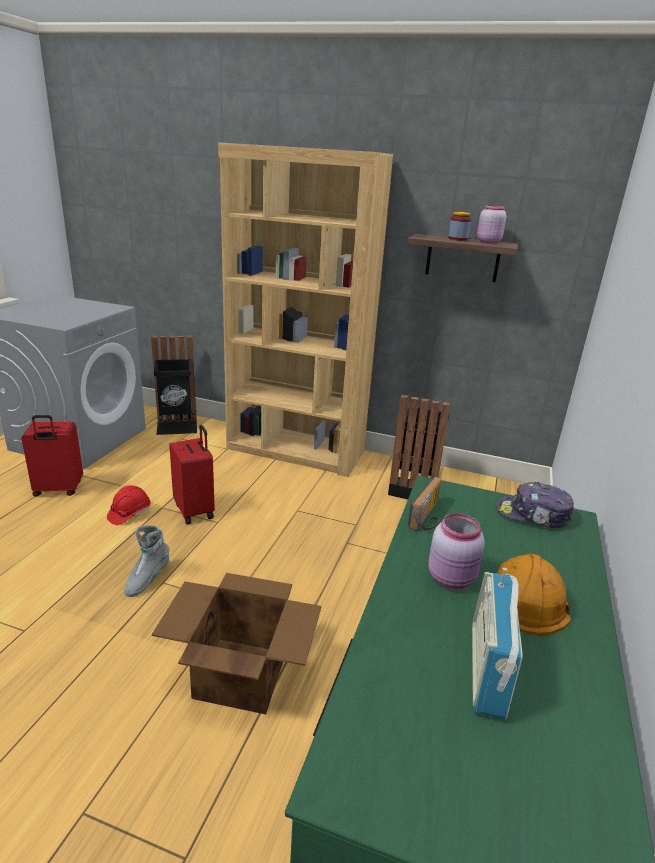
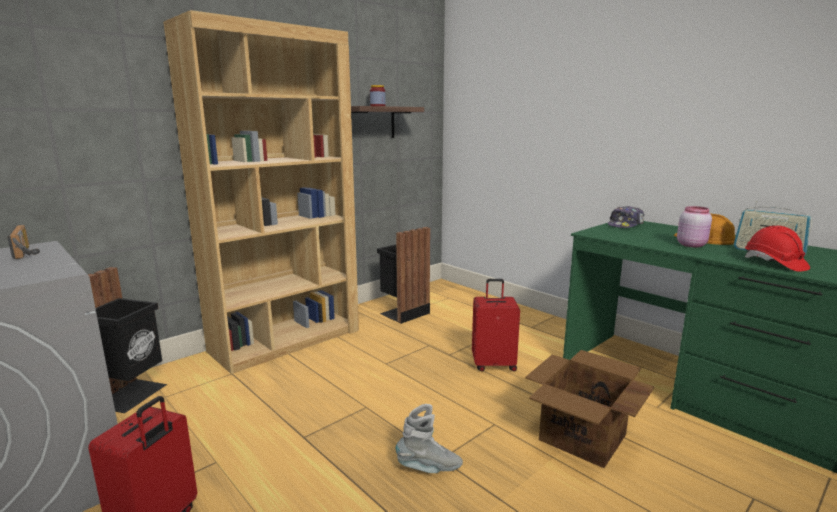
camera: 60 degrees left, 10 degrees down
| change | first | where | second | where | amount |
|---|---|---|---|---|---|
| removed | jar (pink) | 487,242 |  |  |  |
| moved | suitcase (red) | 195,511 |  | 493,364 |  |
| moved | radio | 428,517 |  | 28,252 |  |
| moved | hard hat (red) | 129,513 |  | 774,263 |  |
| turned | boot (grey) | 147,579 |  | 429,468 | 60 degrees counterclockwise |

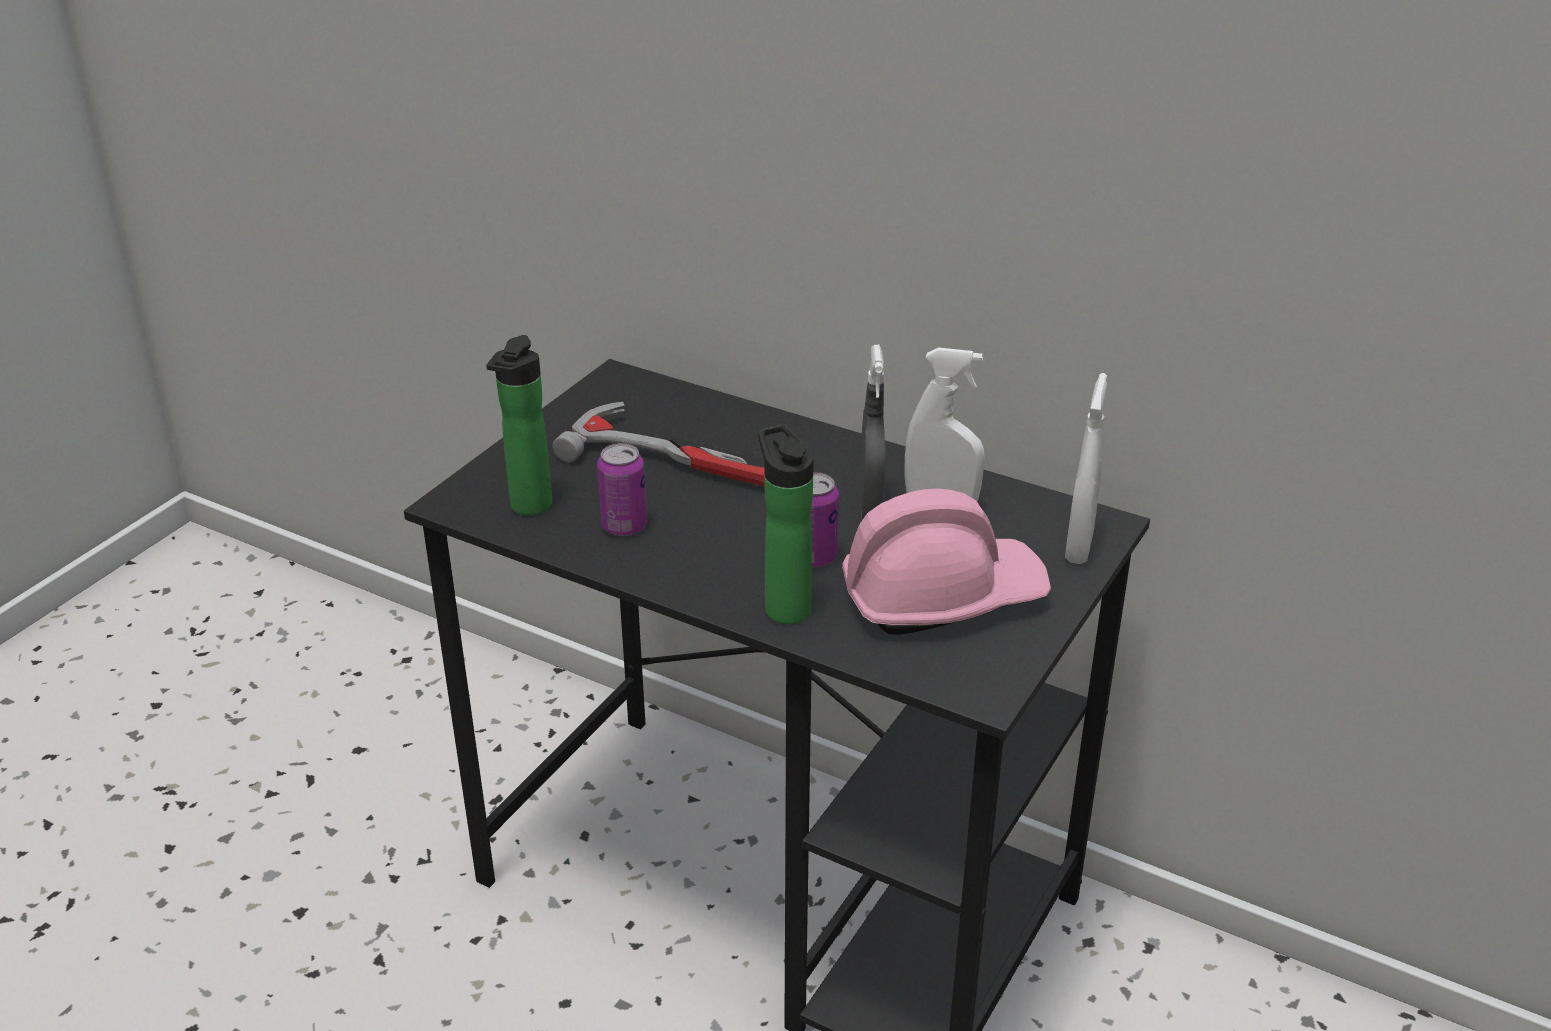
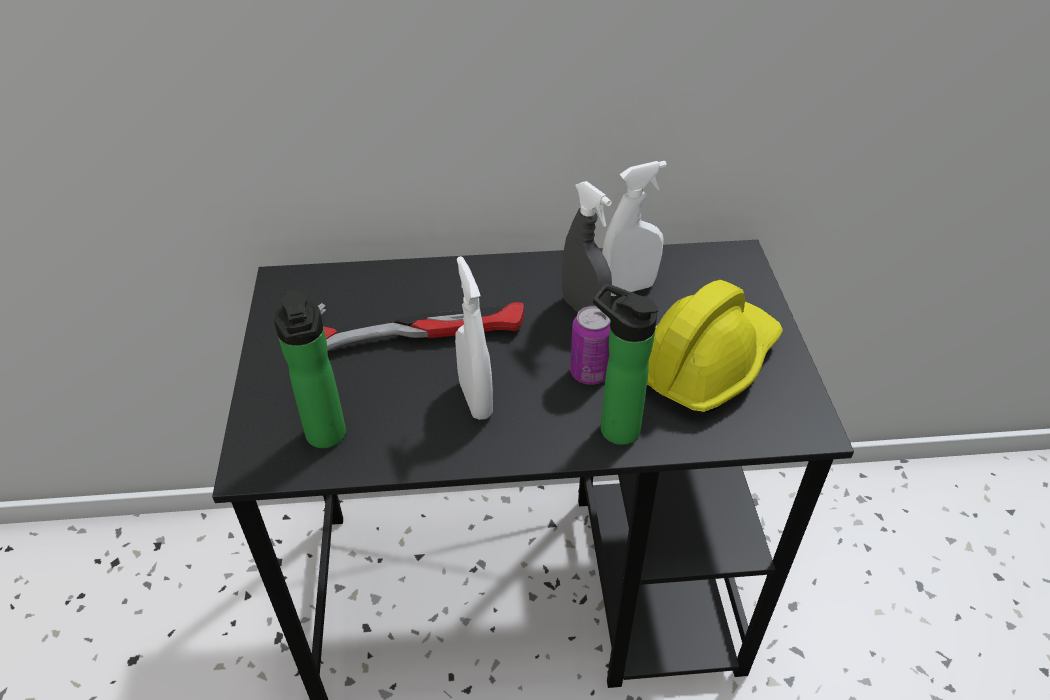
camera: 35 degrees left, 10 degrees up
| change | first | where | second | where | amount |
|---|---|---|---|---|---|
| moved | spray bottle (white) | 1079,546 |  | 475,399 |  |
| removed | can | 624,526 |  |  |  |
| recoloured | hard hat (pink) | 942,596 | hard hat (yellow) | 705,362 |  |

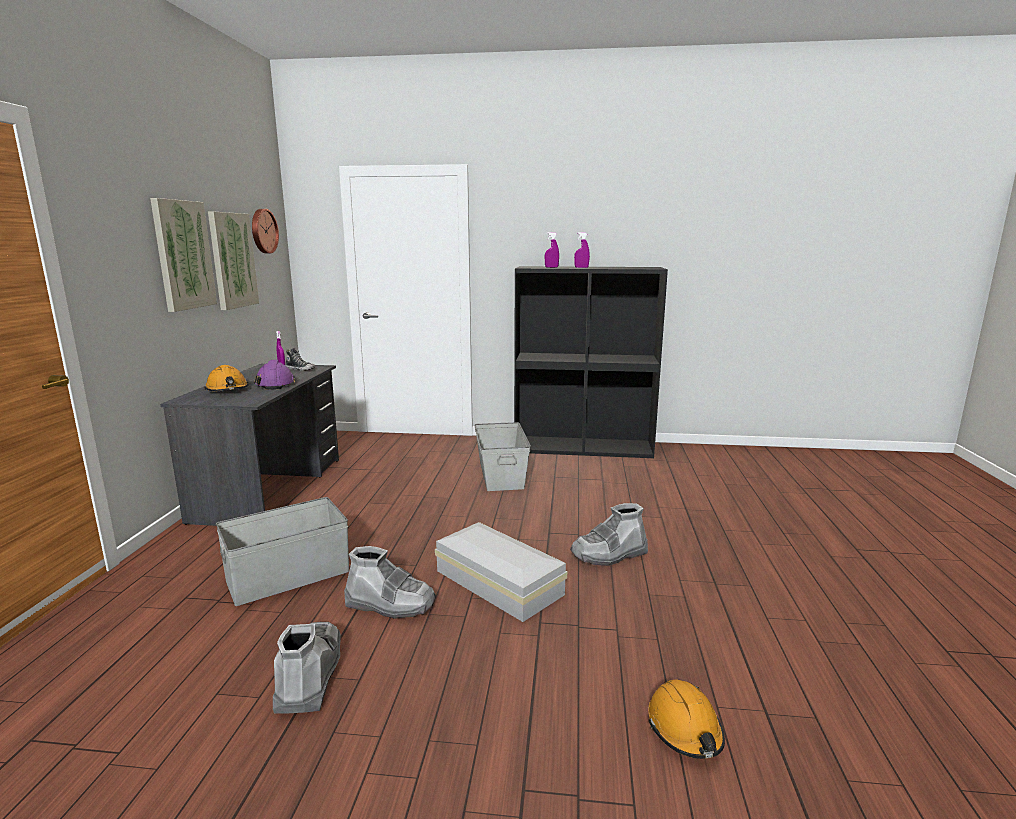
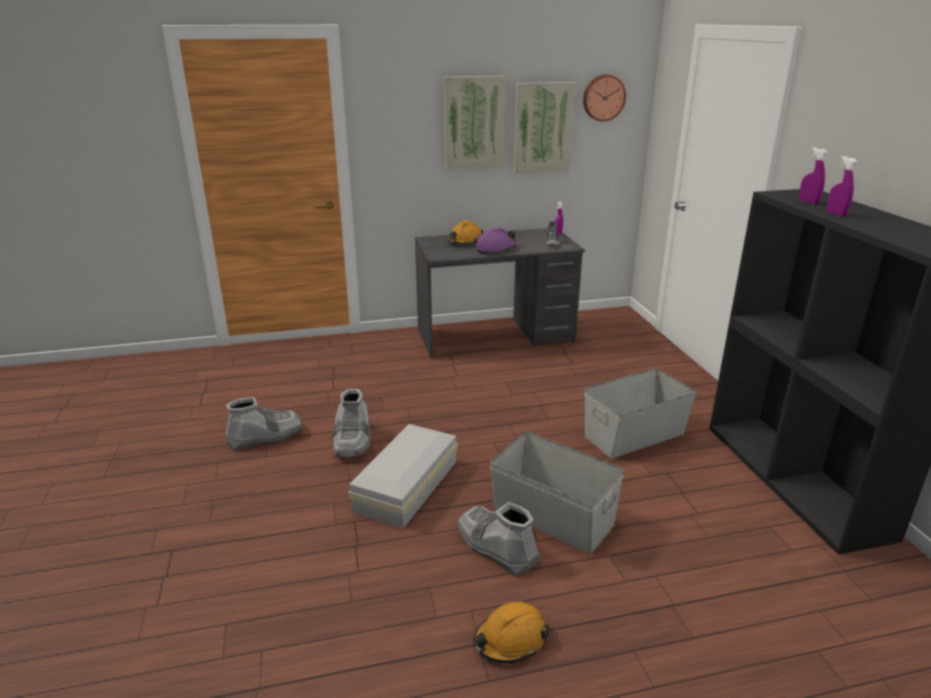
camera: 70 degrees right, 10 degrees up
| change | first | where | second | where | amount |
|---|---|---|---|---|---|
| moved | storage box (grey) | 289,576 |  | 553,517 |  |
| moved | hard hat (orange) | 685,729 |  | 510,640 |  |

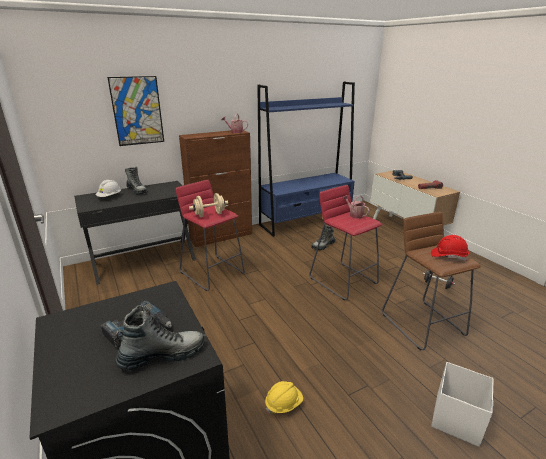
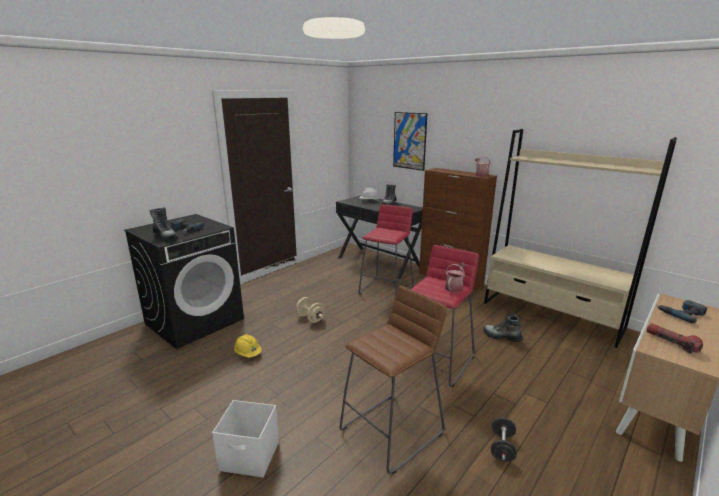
camera: 70 degrees right, 5 degrees down
| change | first | where | second | where | amount |
|---|---|---|---|---|---|
| recoloured | bookcase (blue) | 306,221 | bookcase (beige) | 551,316 |  |
| moved | dumbbell (beige) | 209,214 |  | 310,318 |  |
| removed | hard hat (red) | 448,256 |  |  |  |

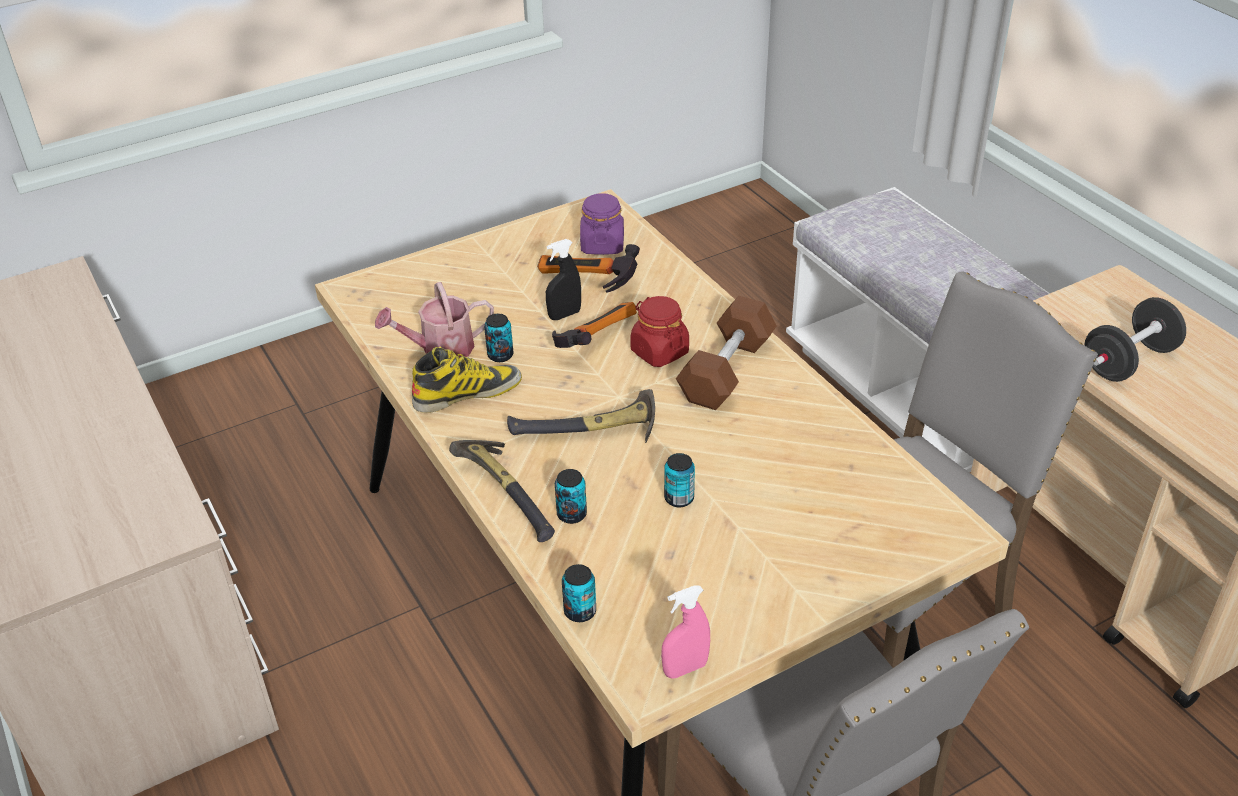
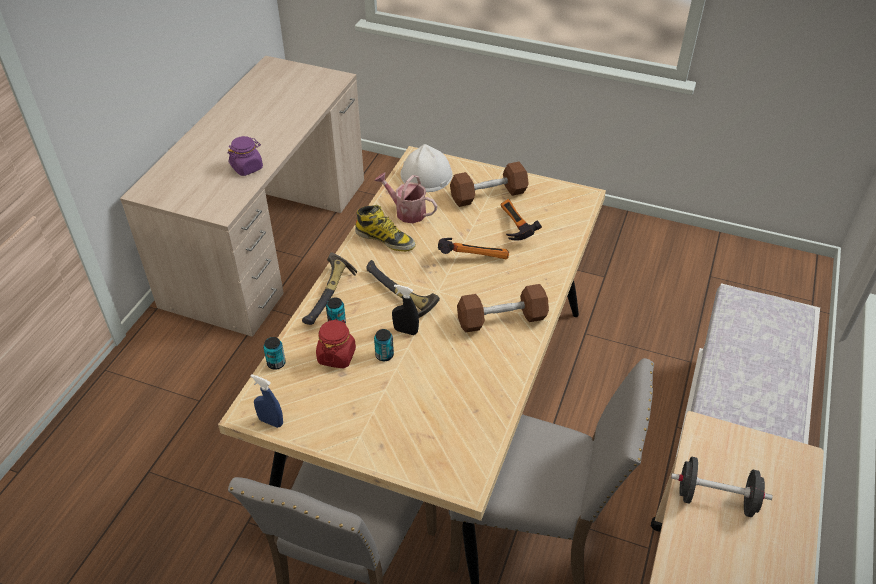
camera: 50 degrees right, 5 degrees up
| change | first | where | second | where | amount |
|---|---|---|---|---|---|
| moved | jar (purple) | 602,245 |  | 247,167 |  |
| moved | spray bottle (black) | 564,315 |  | 405,331 |  |
| moved | jar (red) | 659,352 |  | 336,356 |  |
| removed | can | 500,355 |  |  |  |
| recoloured | spray bottle (pink) | 685,669 | spray bottle (blue) | 271,421 |  |
| added |  |  | hard hat (white) | 426,175 |  |
| added |  |  | dumbbell (brown) | 488,195 |  |

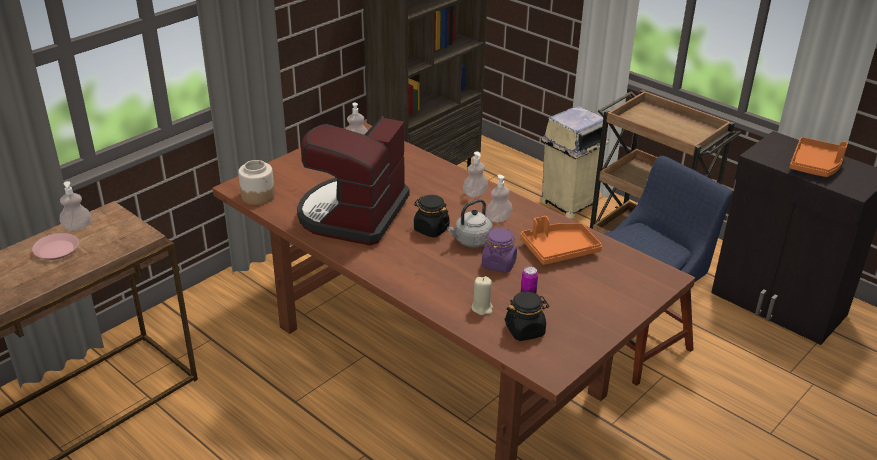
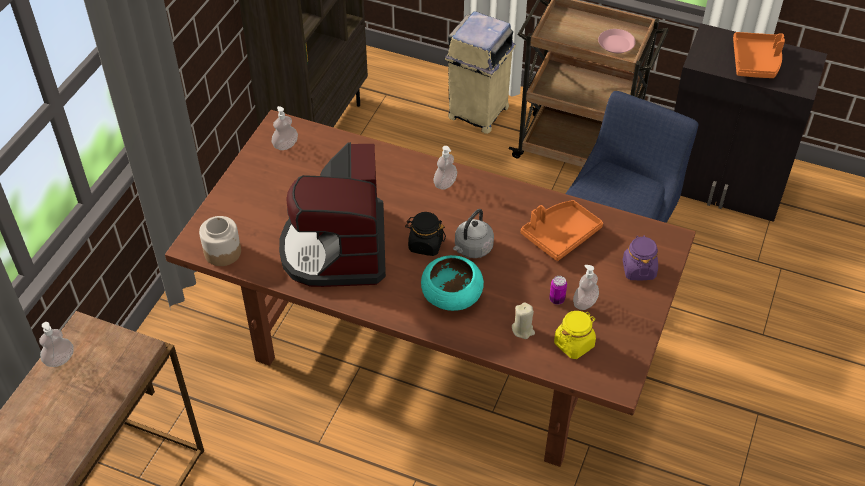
camera: 20 degrees left, 15 degrees up
| change | first | where | second | where | amount |
|---|---|---|---|---|---|
| moved | soap dispenser | 498,218 |  | 584,303 |  |
| moved | jar (purple) | 498,264 |  | 638,269 |  |
| moved | plate (pink) | 56,250 |  | 616,44 |  |
| recoloured | jar (black) | 525,330 | jar (yellow) | 574,344 |  |
| added |  |  | bowl (turquoise) | 451,297 |  |

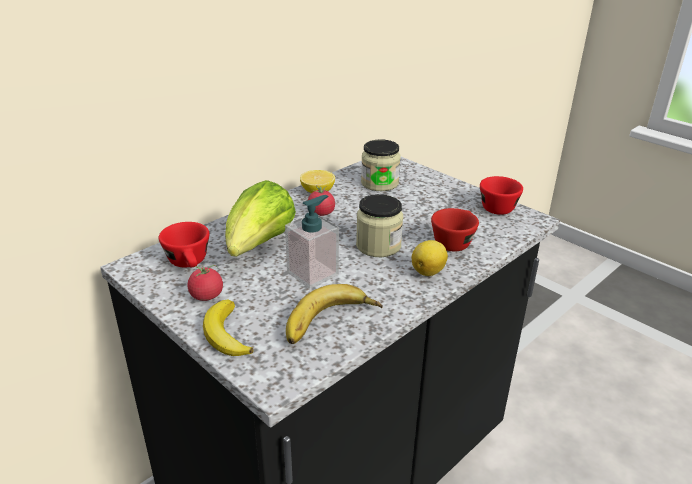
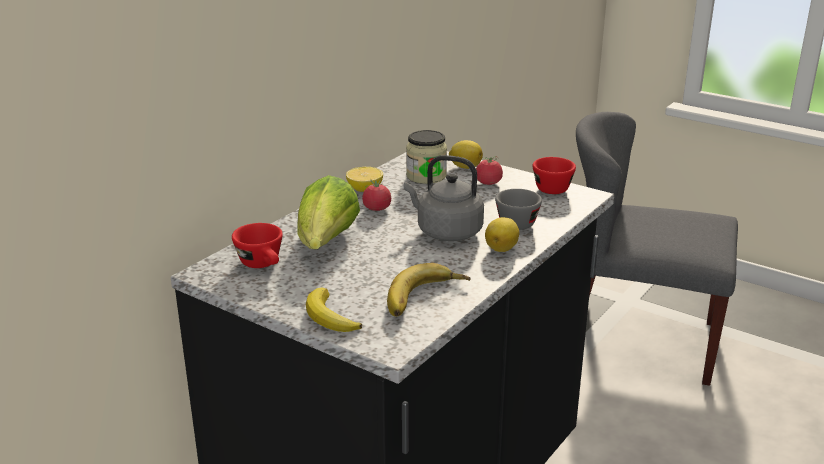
camera: 10 degrees left, 5 degrees down
| change | first | where | second | where | amount |
|---|---|---|---|---|---|
| replaced | jar | 378,246 | kettle (grey) | 446,232 |  |
| removed | soap dispenser | 313,273 |  |  |  |
| recoloured | cup (red) | 454,241 | cup (grey) | 518,221 |  |
| moved | tomato | 206,296 |  | 488,183 |  |
| added |  |  | chair (grey) | 639,340 |  |
| added |  |  | lemon | 465,167 |  |

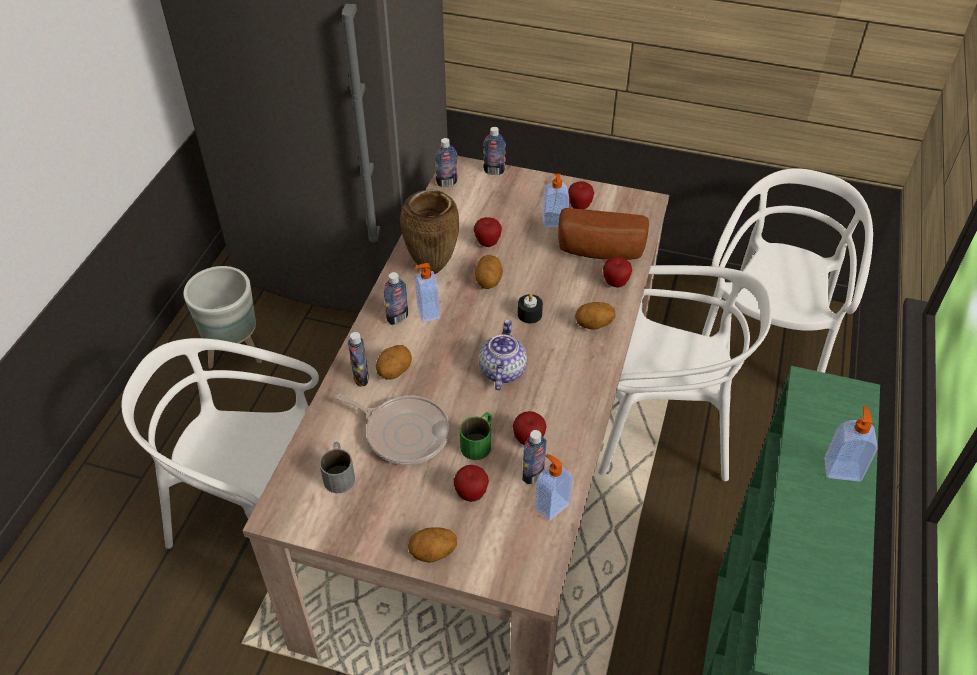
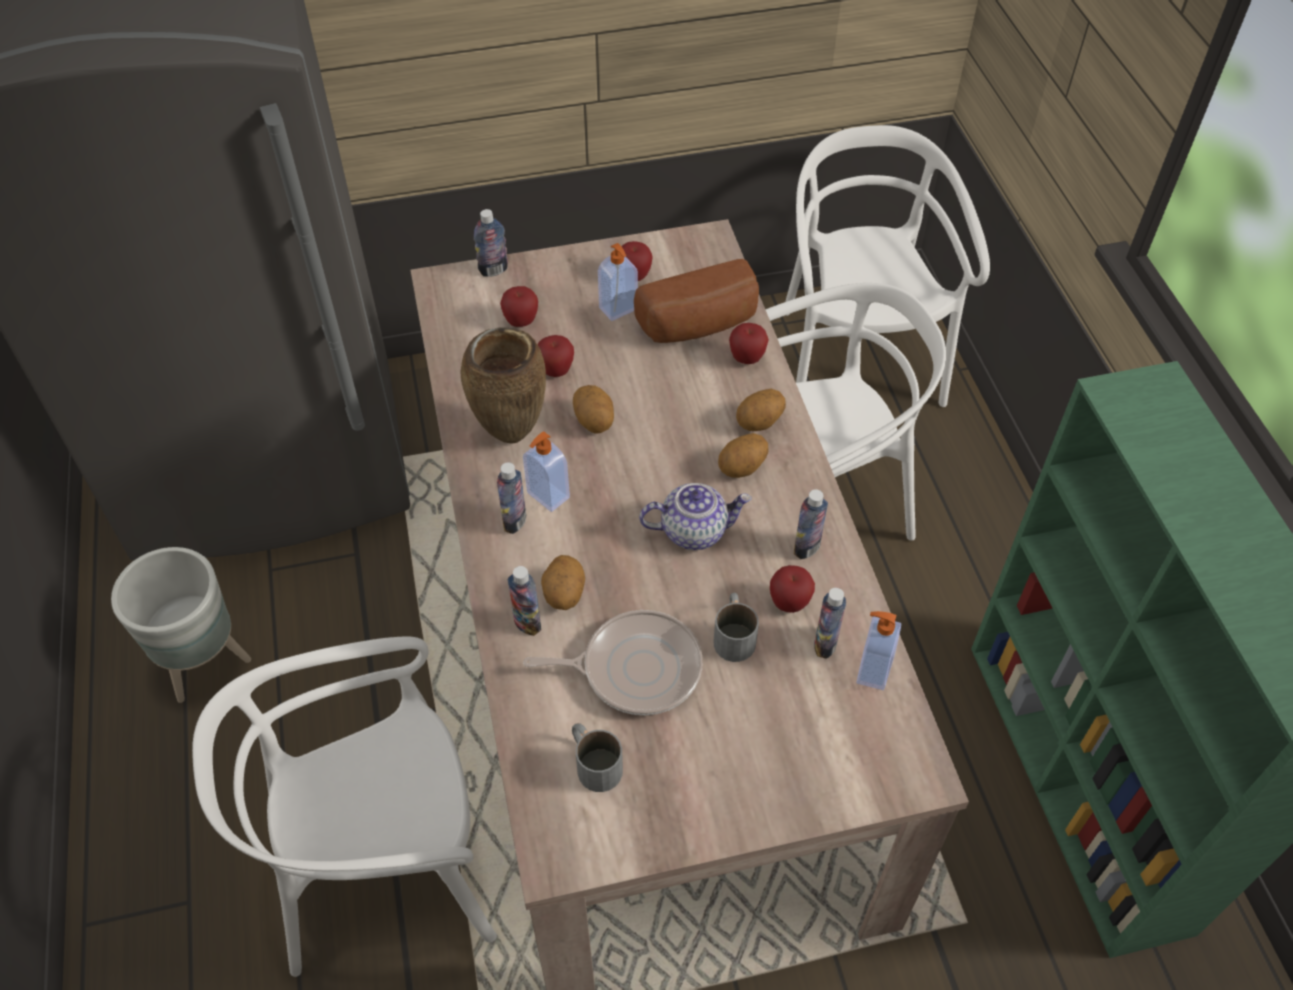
camera: 30 degrees left, 5 degrees up
| change | first | where | second | where | amount |
|---|---|---|---|---|---|
| moved | bottle | 446,183 |  | 807,547 |  |
| removed | candle (black) | 529,314 |  |  |  |
| turned | teapot | 502,370 |  | 694,530 | 105 degrees clockwise |
| removed | soap dispenser | 842,469 |  |  |  |
| recoloured | mug (green) | 479,441 | mug (grey) | 733,633 |  |
| moved | apple | 471,494 |  | 521,322 |  |
| moved | potato | 433,553 |  | 742,468 |  |

